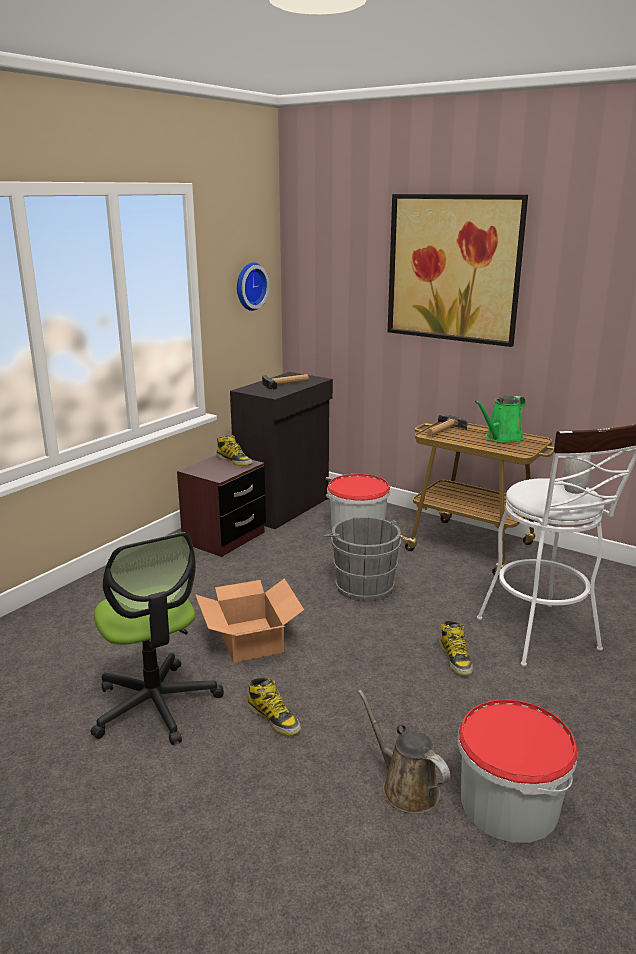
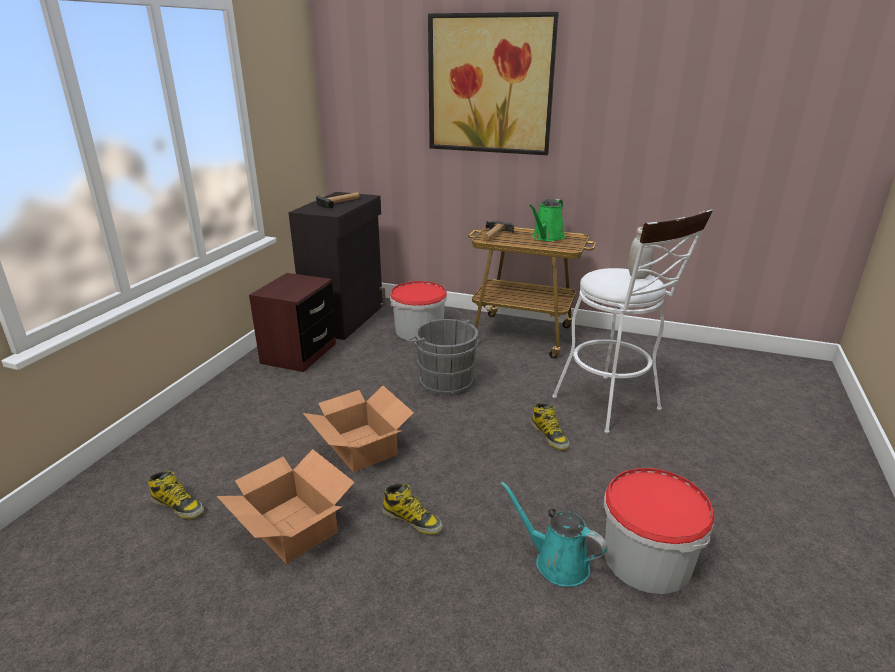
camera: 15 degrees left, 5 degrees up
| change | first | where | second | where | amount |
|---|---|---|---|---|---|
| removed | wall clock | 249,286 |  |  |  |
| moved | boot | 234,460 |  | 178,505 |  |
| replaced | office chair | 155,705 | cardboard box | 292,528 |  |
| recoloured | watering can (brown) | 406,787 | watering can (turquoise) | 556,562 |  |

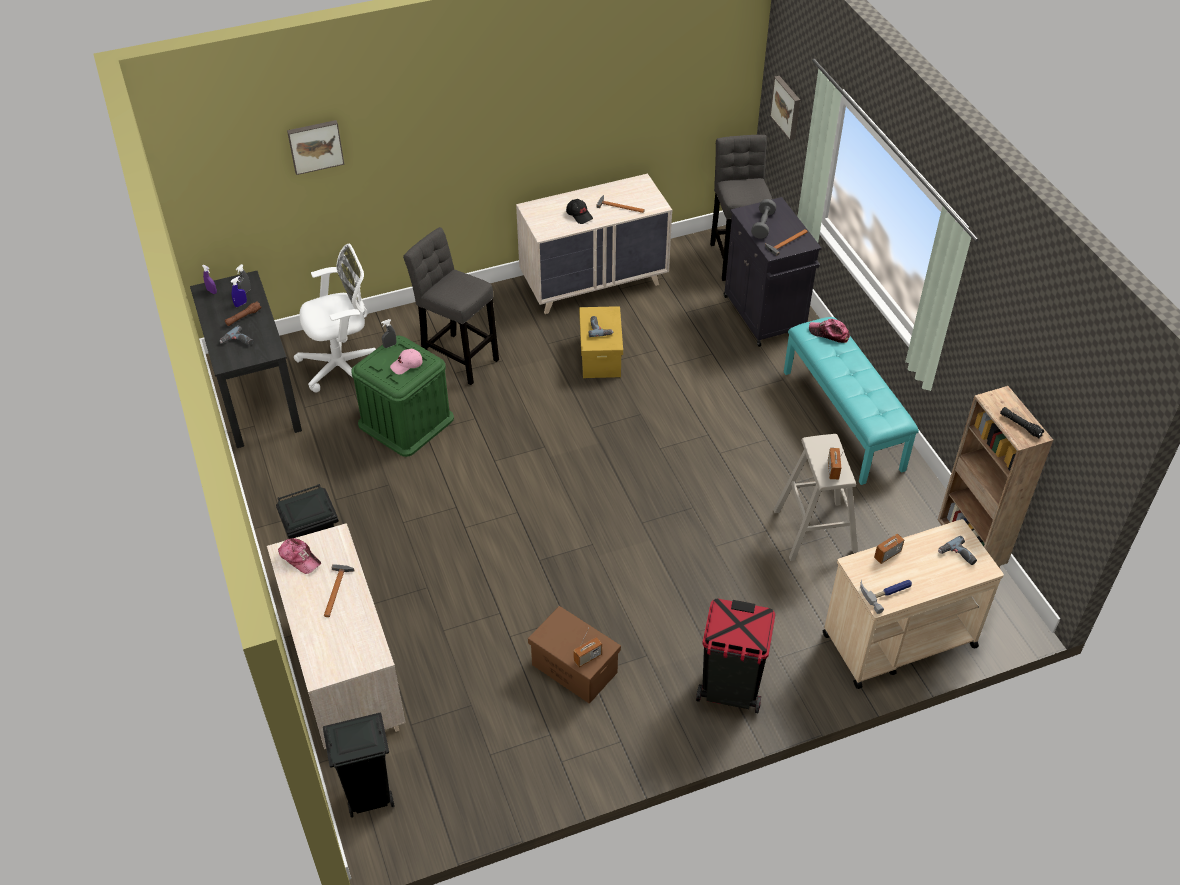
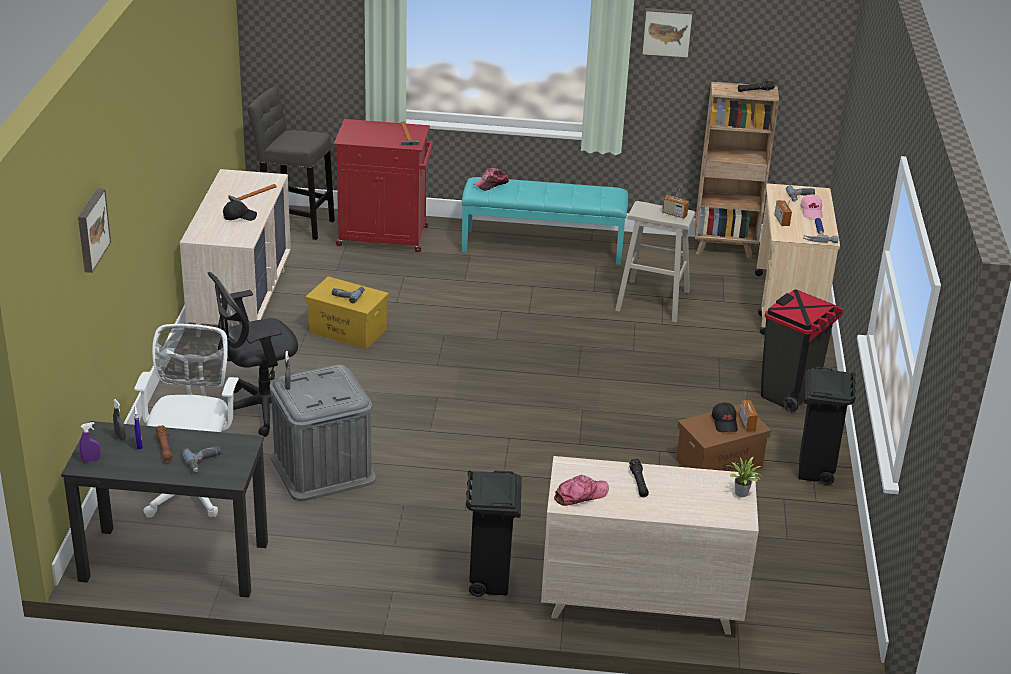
camera: 65 degrees left, 15 degrees down
| change | first | where | second | where | amount |
|---|---|---|---|---|---|
| moved | picture | 787,107 |  | 667,32 |  |
| recoloured | cabinet (black) | 765,316 | cabinet (red) | 384,236 |  |
| removed | dumbbell (grey) | 763,225 |  |  |  |
| replaced | stool (grey) | 457,357 | office chair (black) | 261,410 |  |
| recoloured | storage box (green) | 406,421 | storage box (grey) | 322,468 |  |
| moved | cap (pink) | 407,365 |  | 811,212 |  |
| replaced | hammer | 336,589 | flashlight (black) | 638,482 |  |
| moved | trash can (black) | 369,798 |  | 815,472 |  |
| added |  |  | cap (black) | 725,423 |  |
| added |  |  | potted plant | 742,494 |  |

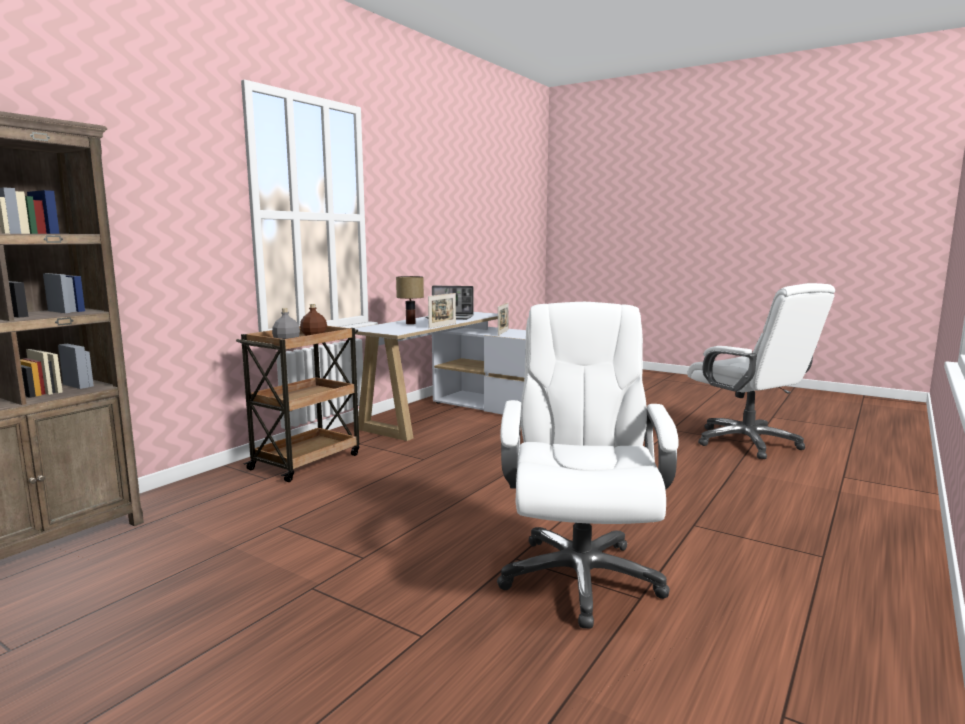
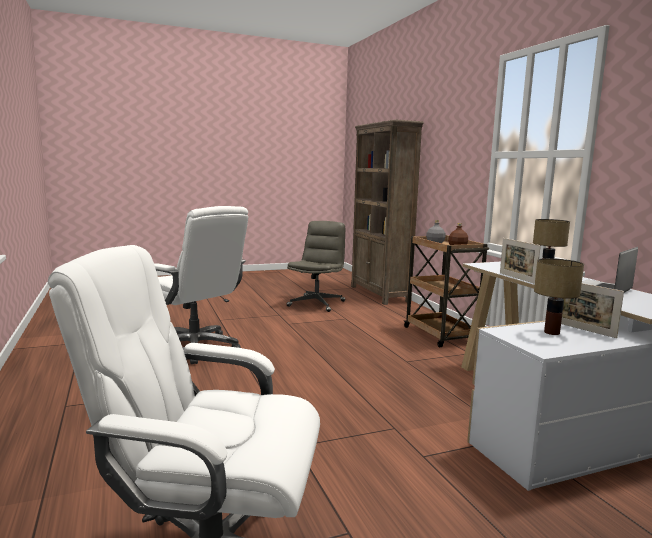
camera: 125 degrees right, 0 degrees up
| change | first | where | second | where | amount |
|---|---|---|---|---|---|
| added |  |  | office chair (grey) | 316,303 |  |
| added |  |  | table lamp | 552,333 |  |

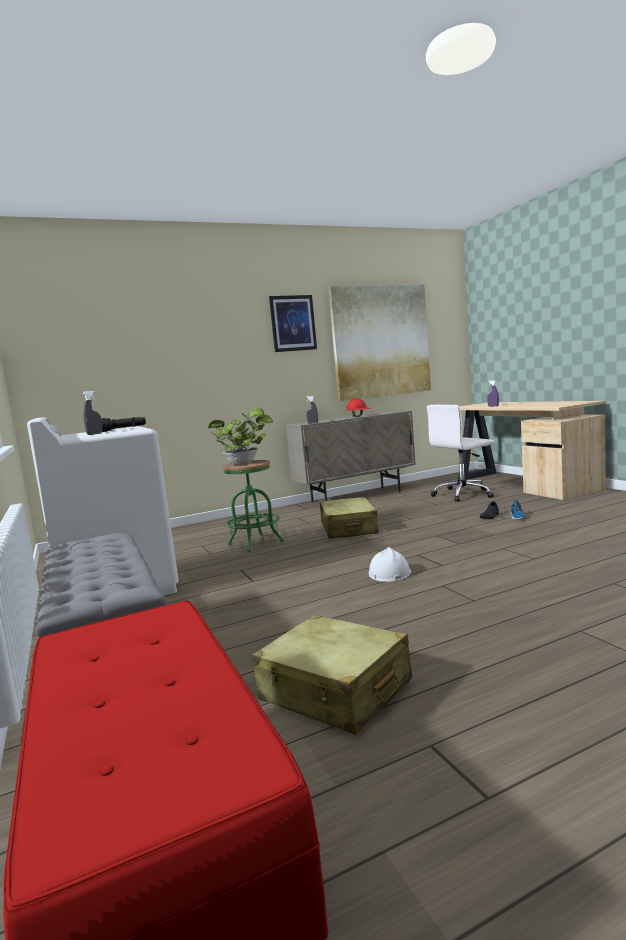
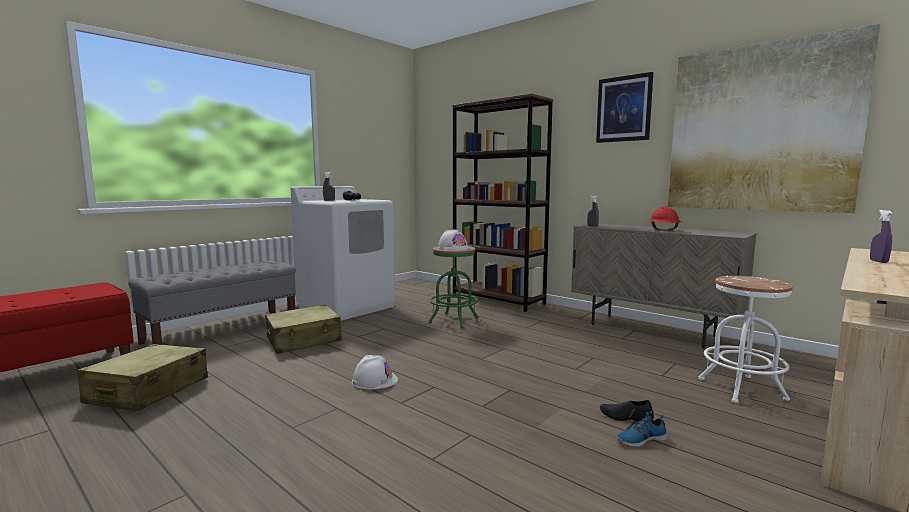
camera: 65 degrees right, 0 degrees up
| change | first | where | second | where | amount |
|---|---|---|---|---|---|
| replaced | office chair (white) | 463,494 | stool (white) | 741,389 |  |
| replaced | potted plant | 244,463 | hard hat (white) | 453,247 |  |
| moved | suitcase (beige) | 348,529 |  | 304,340 |  |
| added |  |  | bookcase (brown) | 498,300 |  |

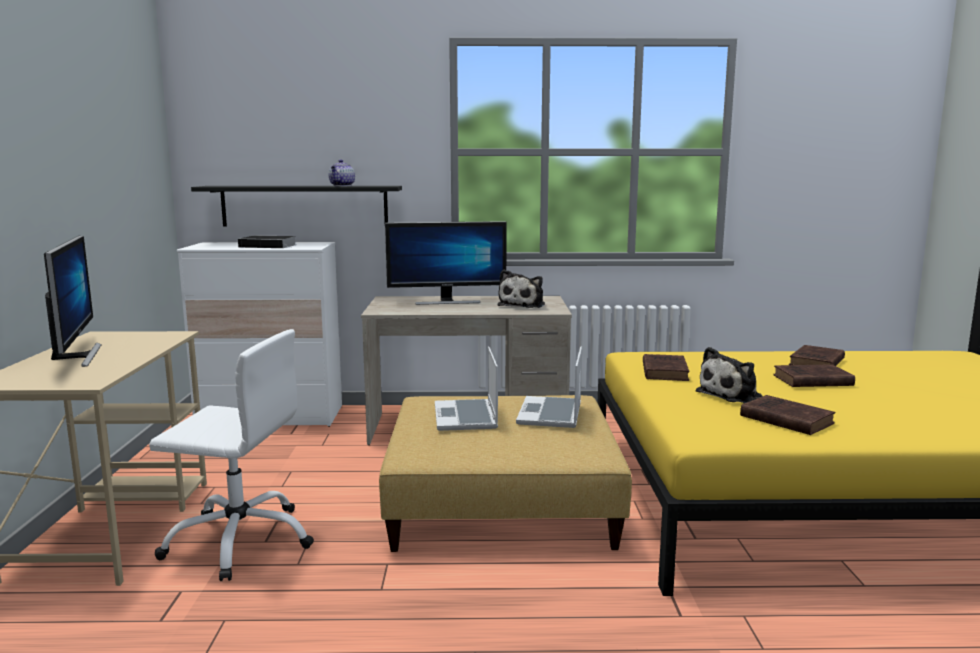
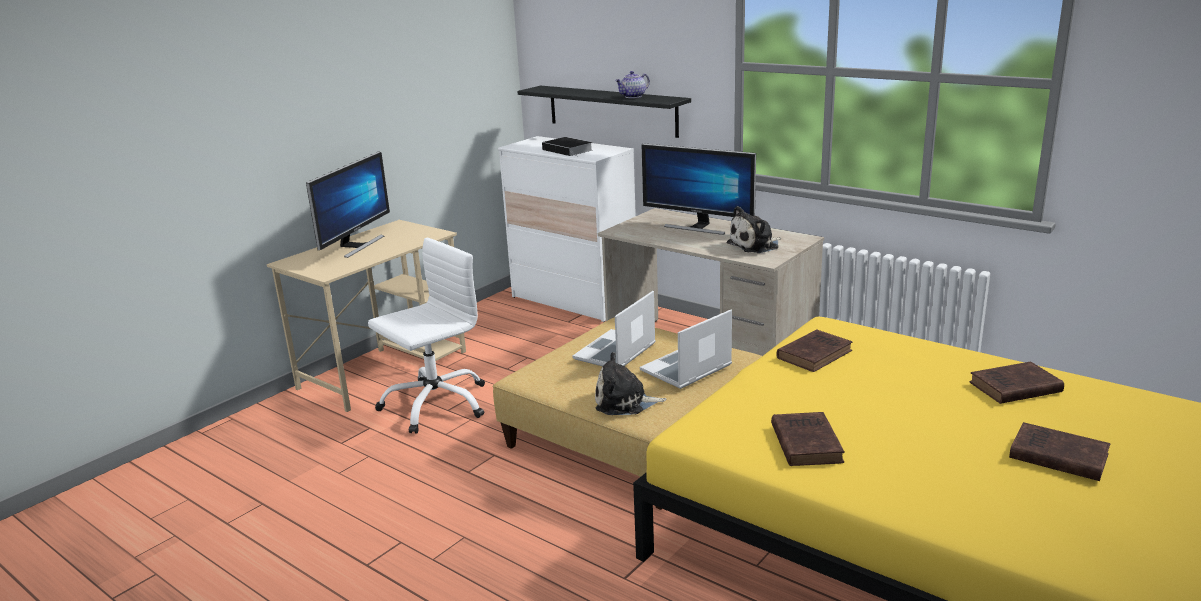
camera: 40 degrees right, 10 degrees up
| change | first | where | second | where | amount |
|---|---|---|---|---|---|
| turned | office chair (white) | 240,540 |  | 435,404 | 90 degrees counterclockwise |
| moved | plush toy | 732,395 |  | 625,402 |  |
| moved | book (brown) | 810,380 |  | 1055,456 |  |

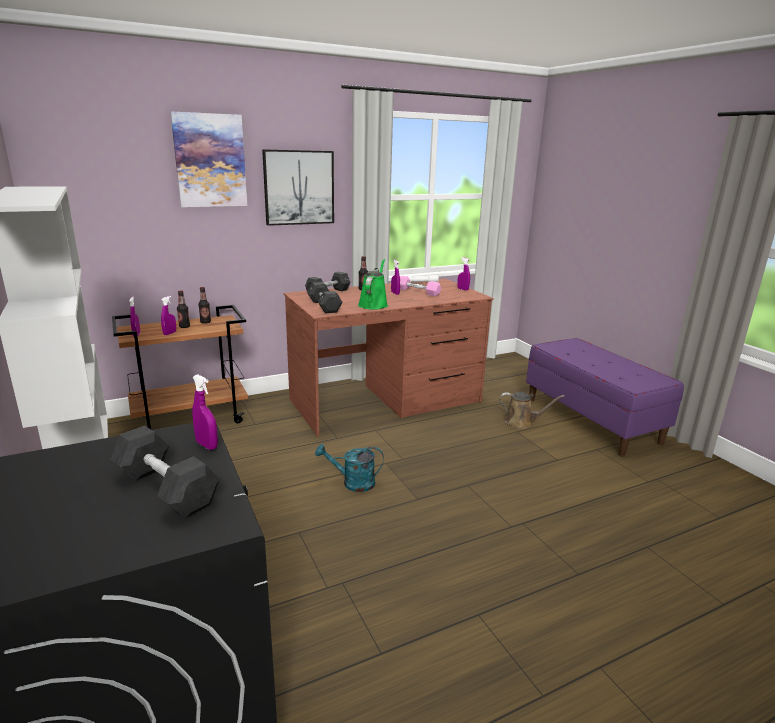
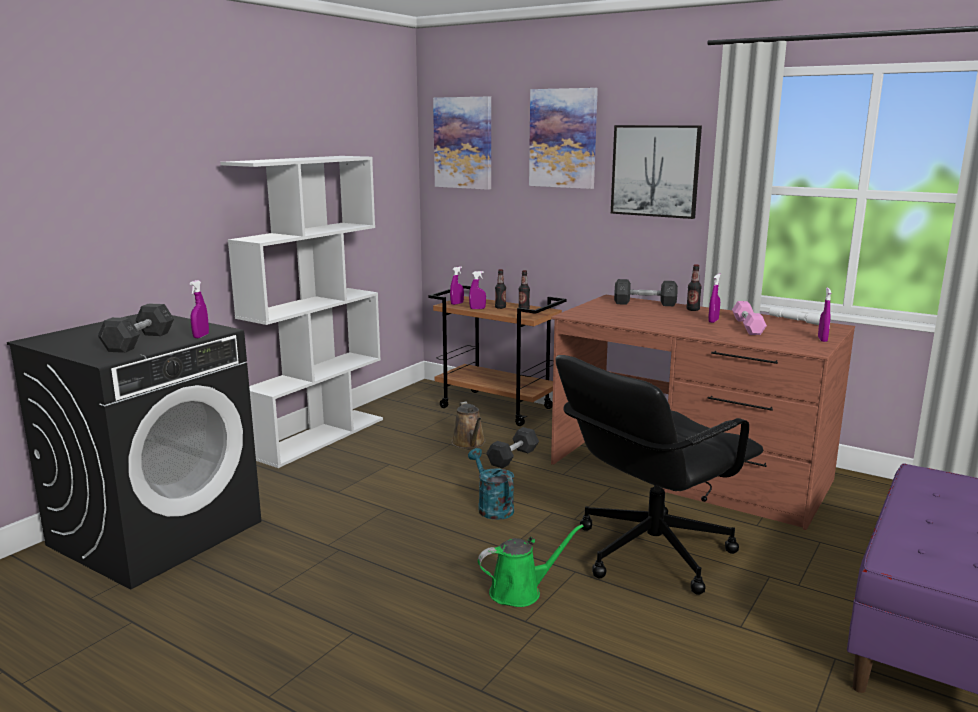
camera: 60 degrees right, 5 degrees down
| change | first | where | second | where | amount |
|---|---|---|---|---|---|
| moved | watering can (green) | 373,304 |  | 520,591 |  |
| moved | dumbbell (grey) | 324,306 |  | 513,457 |  |
| moved | watering can (brown) | 521,422 |  | 469,443 |  |
| added |  |  | picture | 463,143 |  |
| added |  |  | office chair (black) | 650,551 |  |

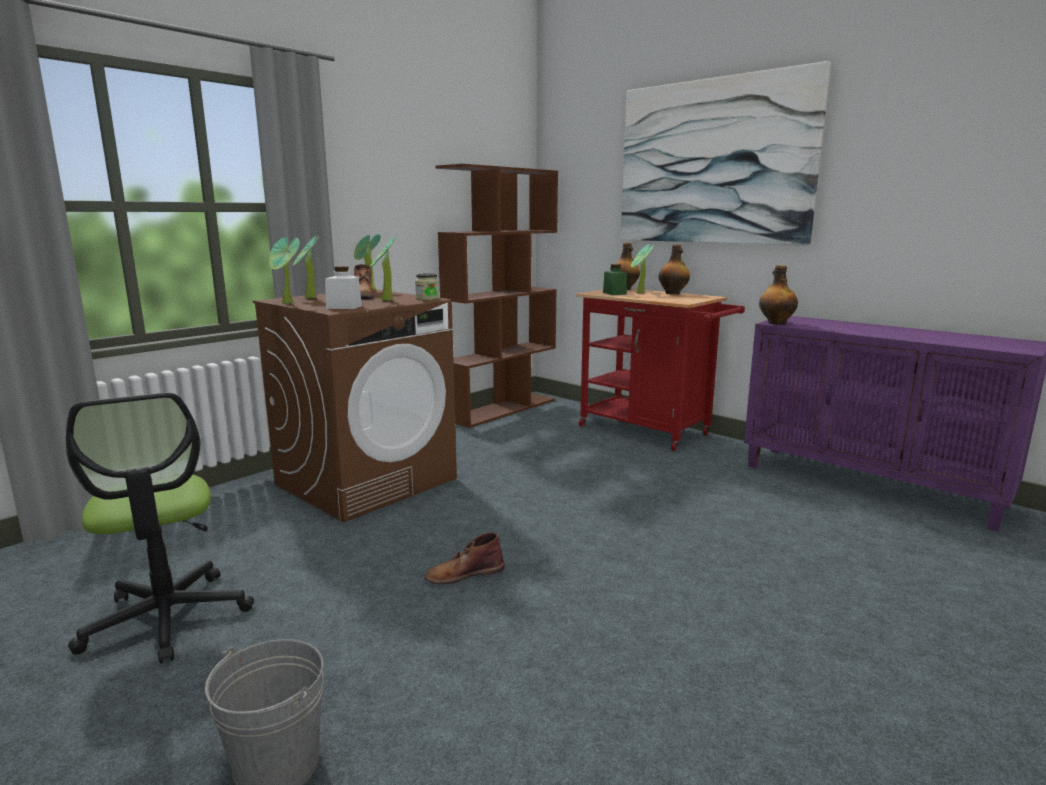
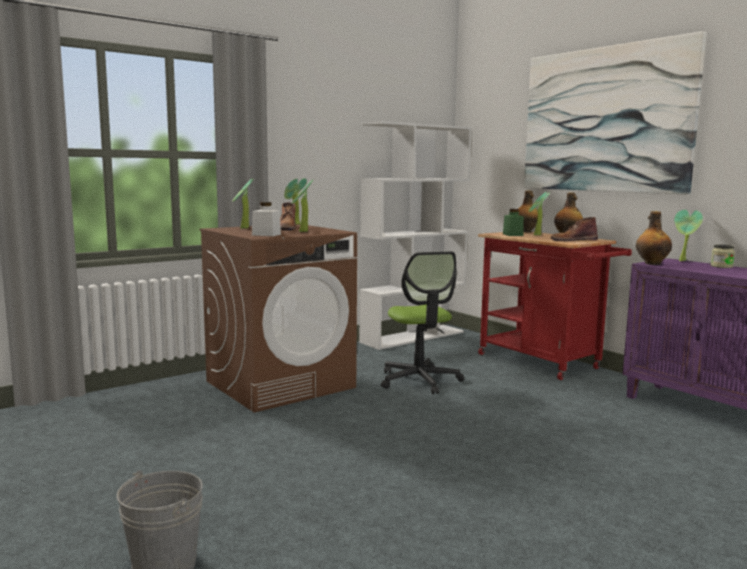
camera: 10 degrees right, 5 degrees down
| change | first | where | second | where | amount |
|---|---|---|---|---|---|
| recoloured | bookcase (brown) | 502,409 | bookcase (white) | 413,337 |  |
| moved | potted plant | 287,303 |  | 683,261 |  |
| moved | jar | 427,298 |  | 721,266 |  |
| moved | office chair | 167,618 |  | 419,380 |  |
| moved | boot (brown) | 464,573 |  | 573,240 |  |

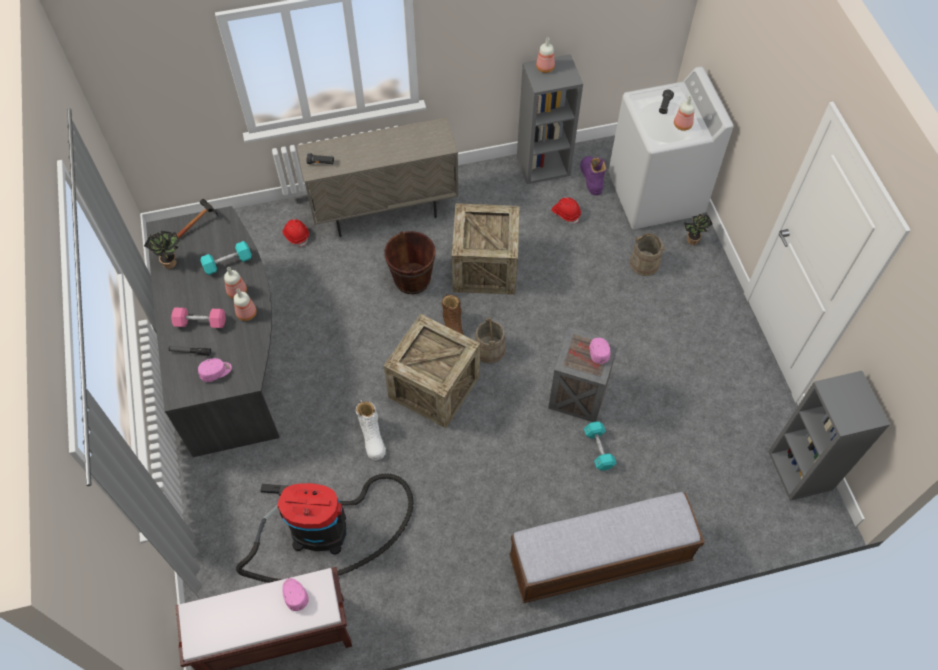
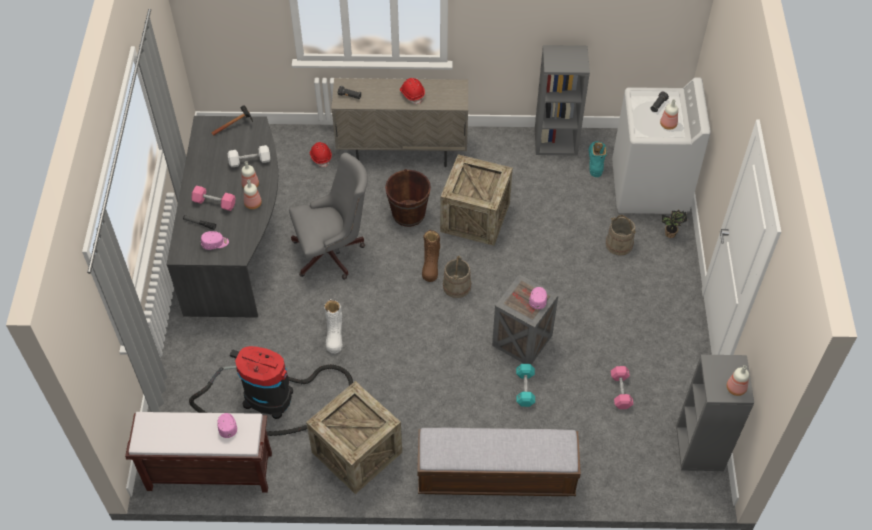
camera: 15 degrees right, 5 degrees down
| change | first | where | second | where | amount |
|---|---|---|---|---|---|
| moved | bottle | 545,68 |  | 736,388 |  |
| recoloured | boot (purple) | 591,178 | boot (turquoise) | 595,161 |  |
| moved | hard hat (red) | 566,213 |  | 412,94 |  |
| removed | potted plant | 171,262 |  |  |  |
| recoloured | dumbbell (turquoise) | 228,263 | dumbbell (white) | 250,161 |  |
| moved | crate | 434,387 |  | 357,452 |  |
| added |  |  | office chair (grey) | 333,253 |  |
| added |  |  | dumbbell (pink) | 620,391 |  |

